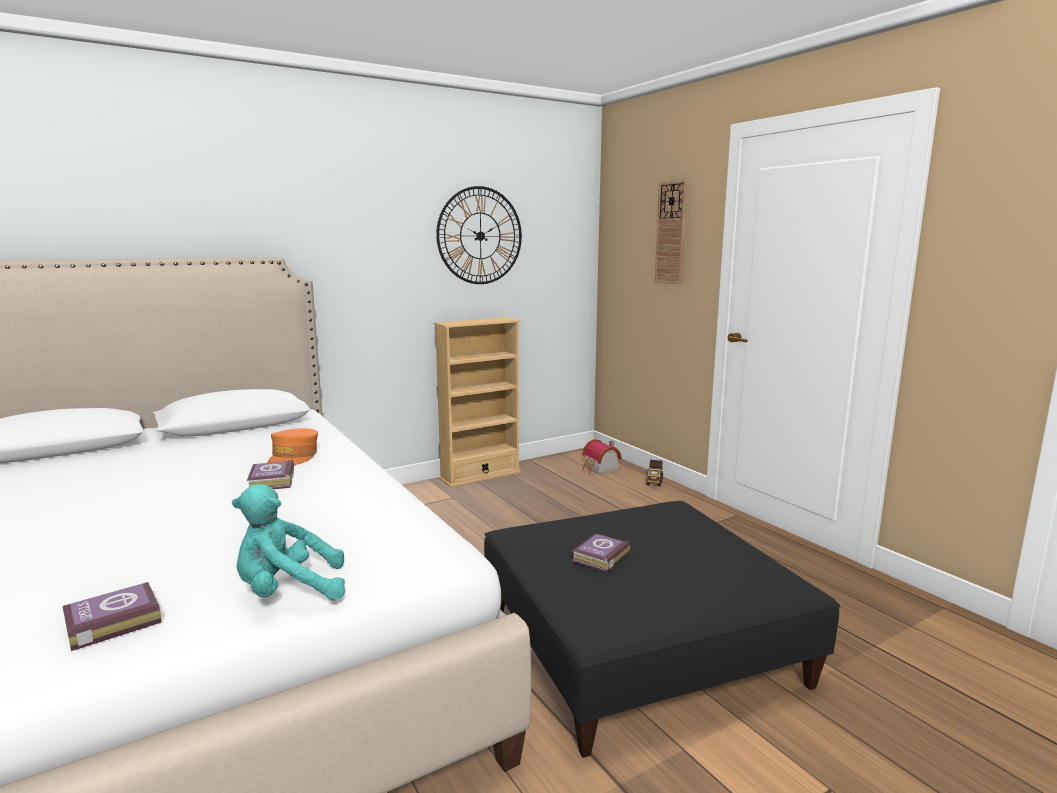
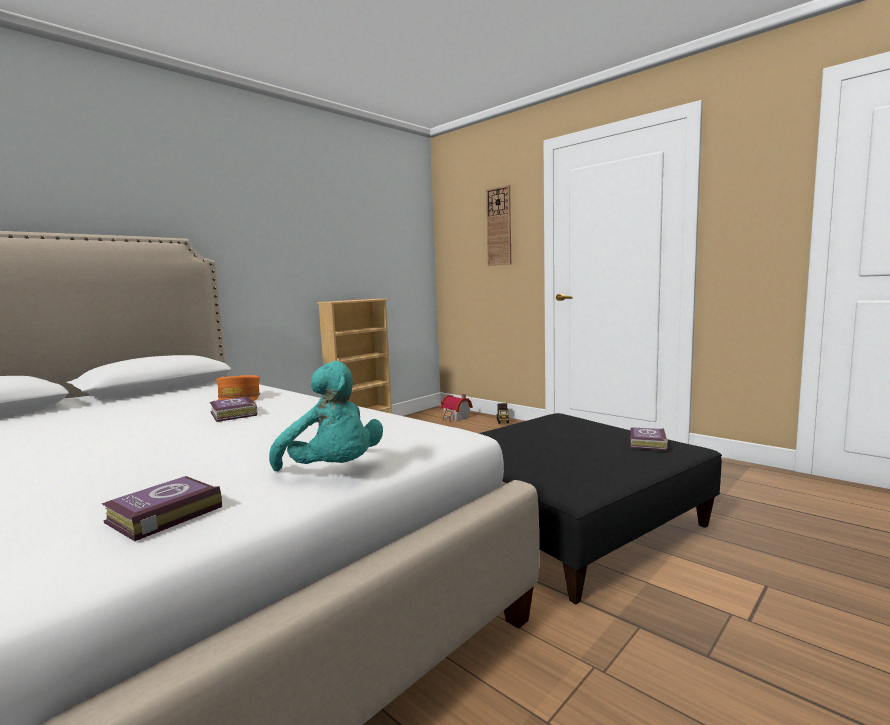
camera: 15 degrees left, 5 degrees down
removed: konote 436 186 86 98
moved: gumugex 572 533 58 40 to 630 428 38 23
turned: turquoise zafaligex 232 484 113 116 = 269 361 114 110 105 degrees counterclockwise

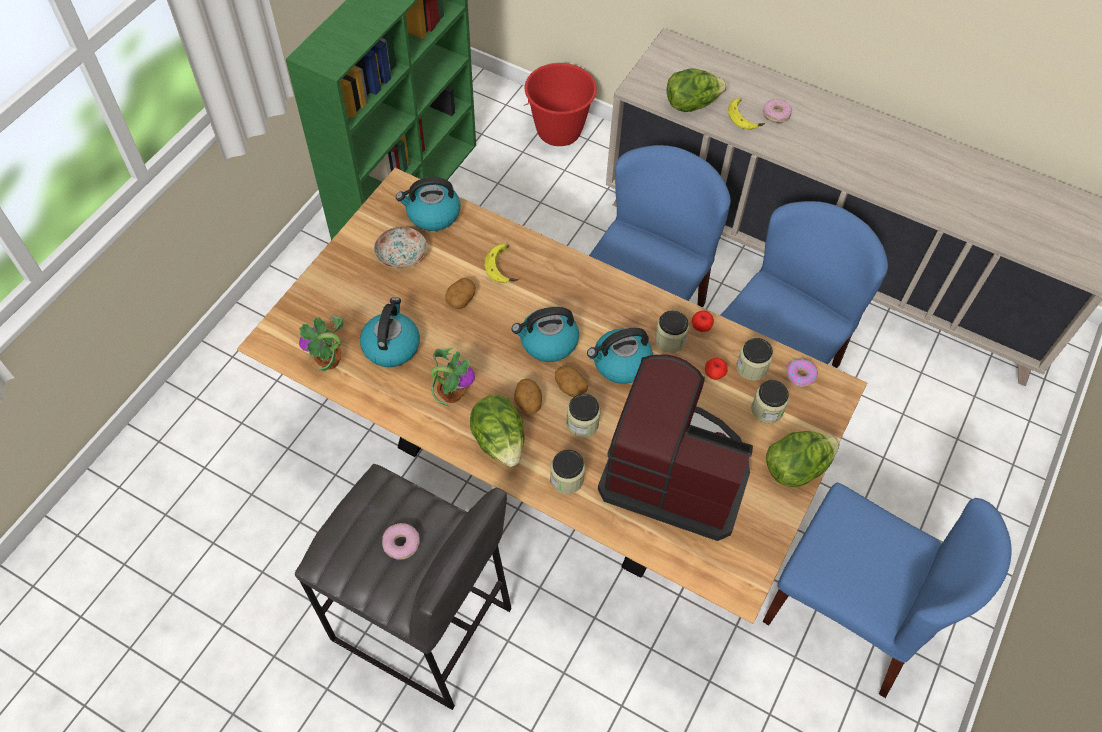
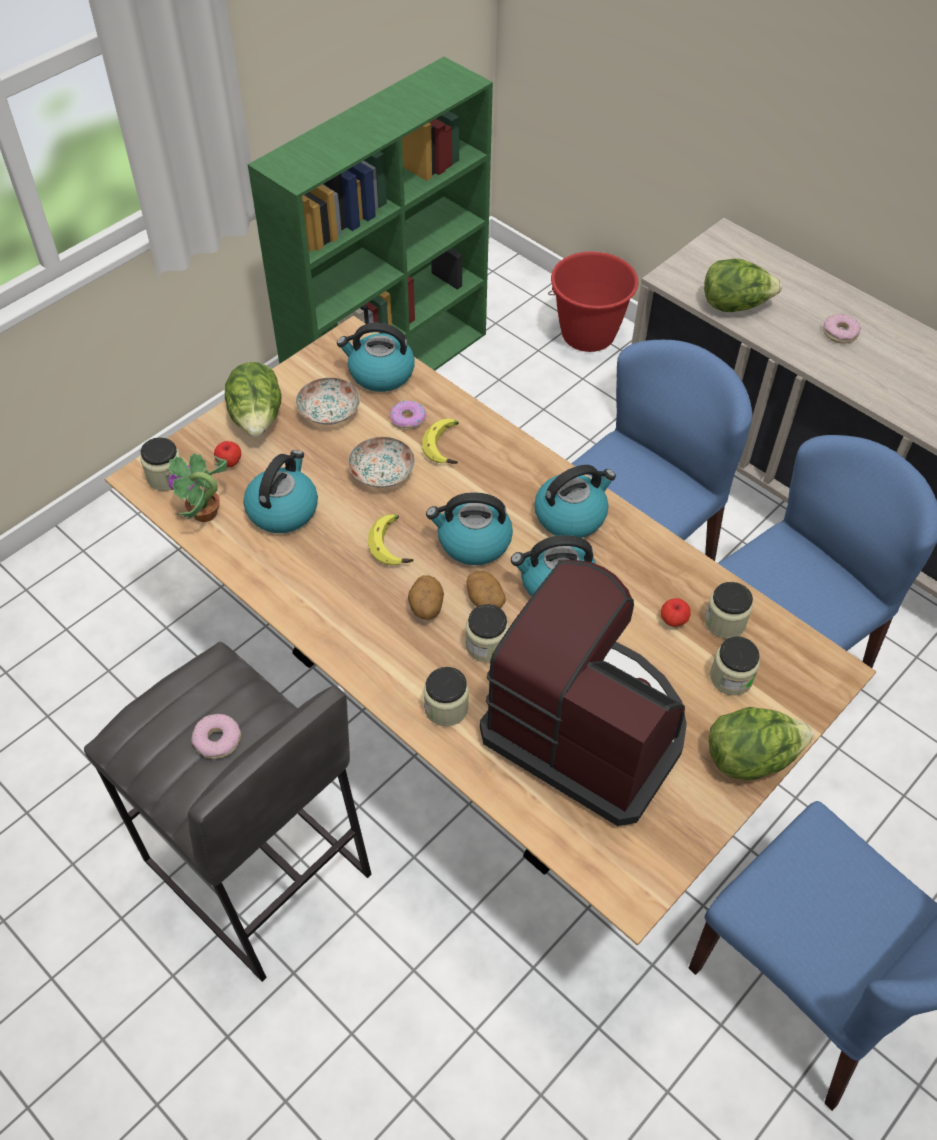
camera: 15 degrees right, 5 degrees down
removed: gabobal 430 348 45 58
added: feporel 534 465 82 73
moved: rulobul 470 395 55 72 to 225 362 57 75; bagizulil 655 310 34 43 to 141 437 40 54; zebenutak 692 311 22 21 to 214 441 27 26; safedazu 728 98 37 31 to 368 514 46 51; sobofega 786 359 32 28 to 390 401 36 29
replaced: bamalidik 445 278 31 31 to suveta 348 437 67 51

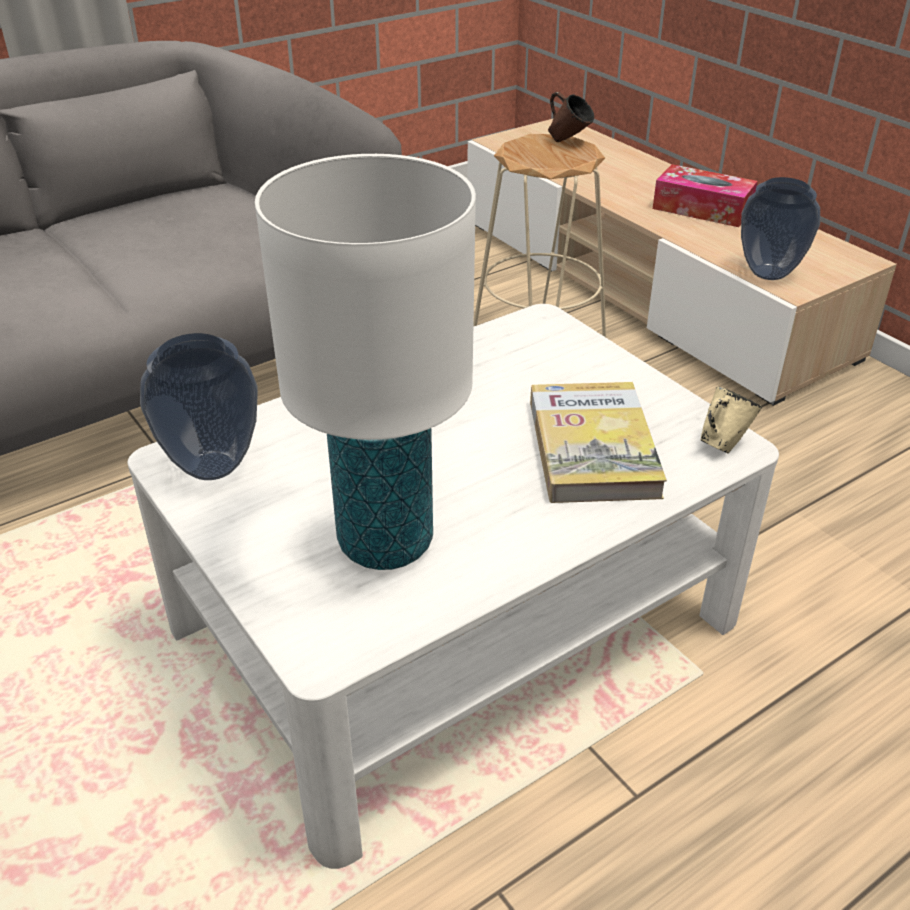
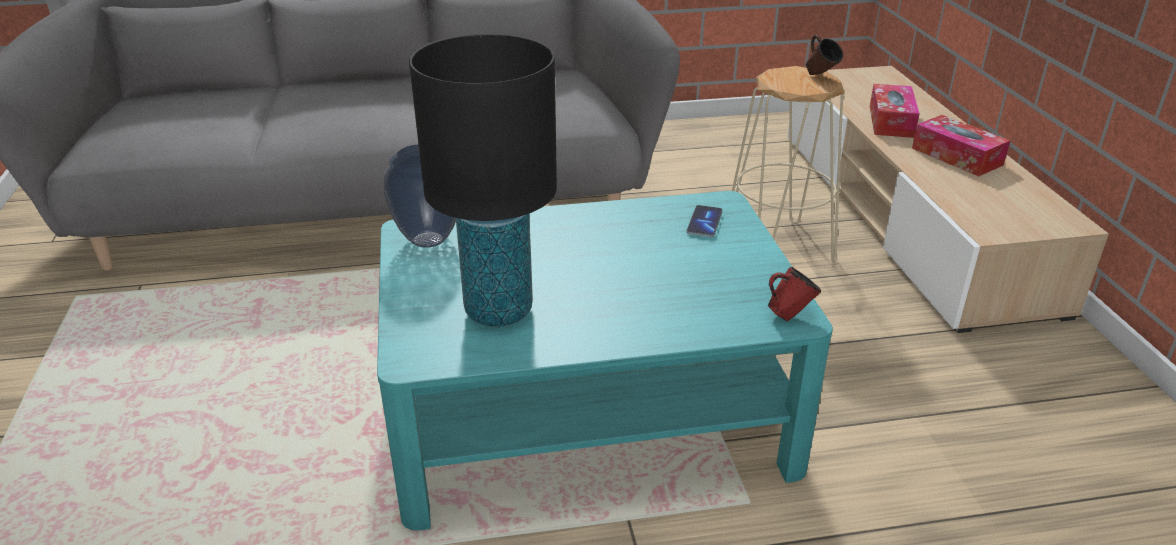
camera: 25 degrees right, 5 degrees down
removed: gumugex 530 382 137 121; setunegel 741 177 79 103
added: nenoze 687 205 36 32; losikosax 870 84 50 54
recoloured: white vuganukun 128 304 651 565 to turquoise vuganukun 377 191 456 339; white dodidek 255 154 221 416 to black dodidek 409 34 148 293; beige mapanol 700 387 62 67 to red mapanol 768 267 53 55

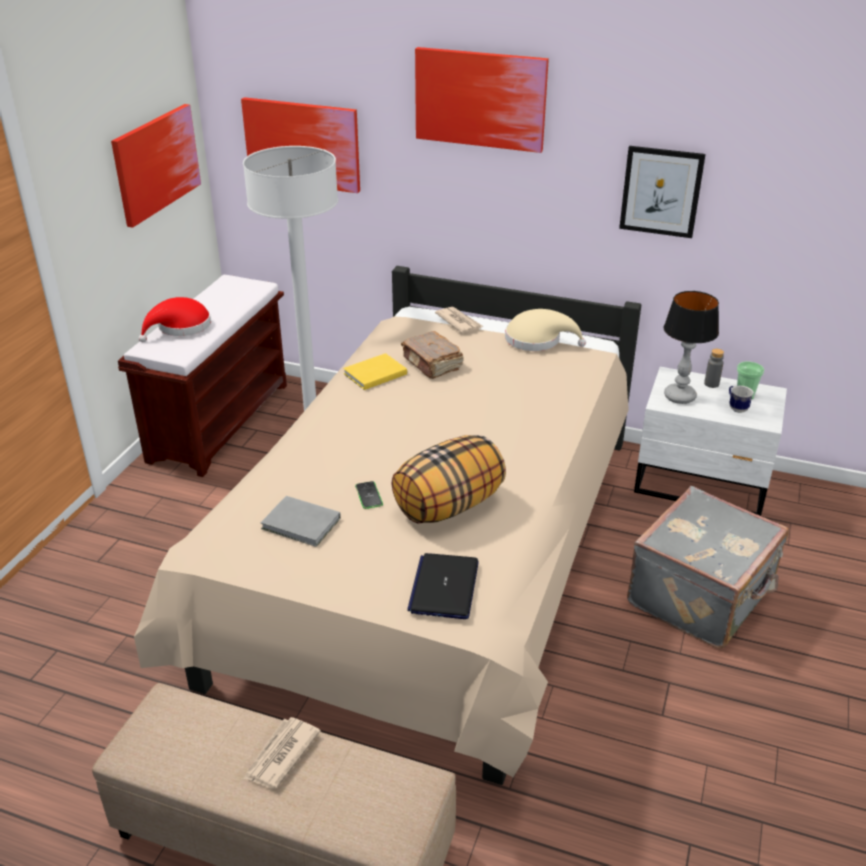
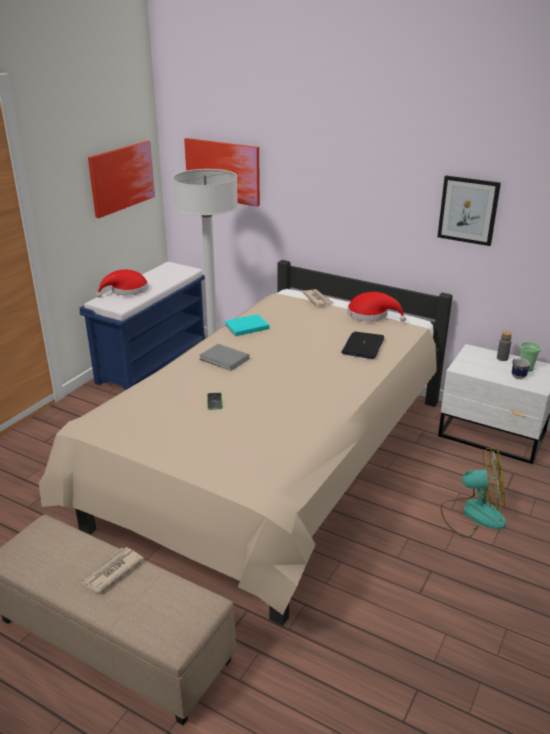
camera: 10 degrees right, 5 degrees down
removed: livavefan 392 435 114 89; brown gumugex 401 331 63 48; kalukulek 415 47 134 106; dodidek 664 291 55 113
moved: grey gumugex 261 496 80 51 to 199 344 50 27; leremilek 407 553 72 66 to 341 332 43 27
replaced: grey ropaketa 627 486 162 163 to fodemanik 440 447 66 91
recoloured: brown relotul 118 275 169 202 to blue relotul 79 262 126 128; yellow gumugex 343 353 64 37 to turquoise gumugex 225 314 44 22; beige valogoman 505 309 81 42 to red valogoman 347 292 59 30

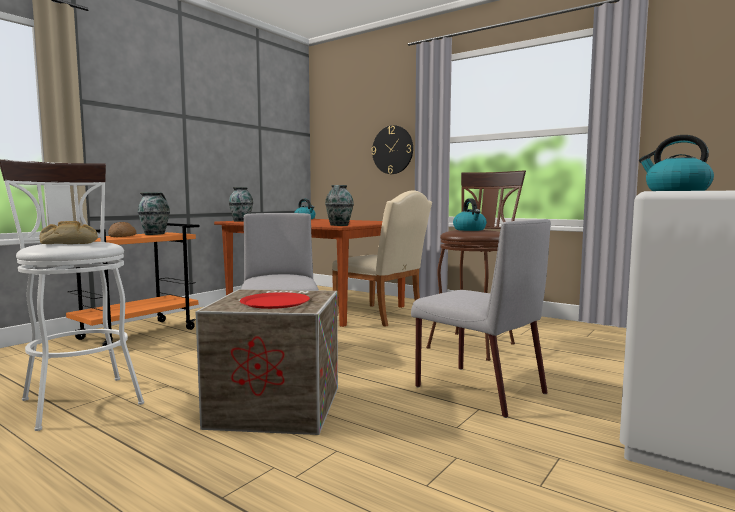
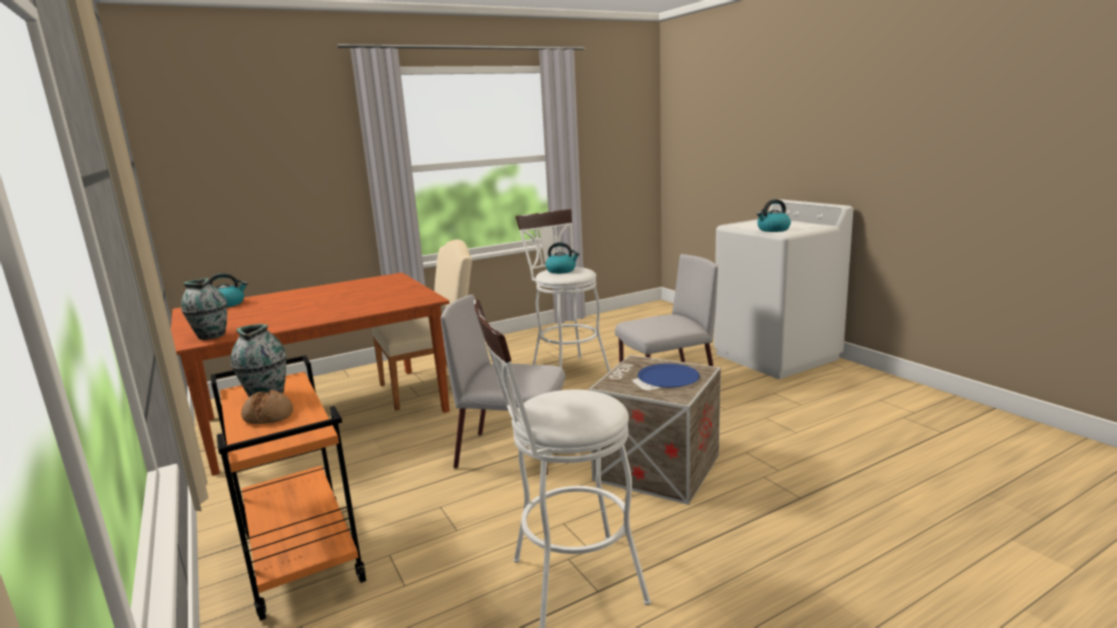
camera: 65 degrees left, 10 degrees up
removed: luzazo 39 221 59 23; setunegel 325 185 29 41; konote 372 125 41 49
recoloured: red suveta 240 292 70 17 to blue suveta 638 364 62 24; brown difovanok 426 170 100 191 to white difovanok 516 209 94 163

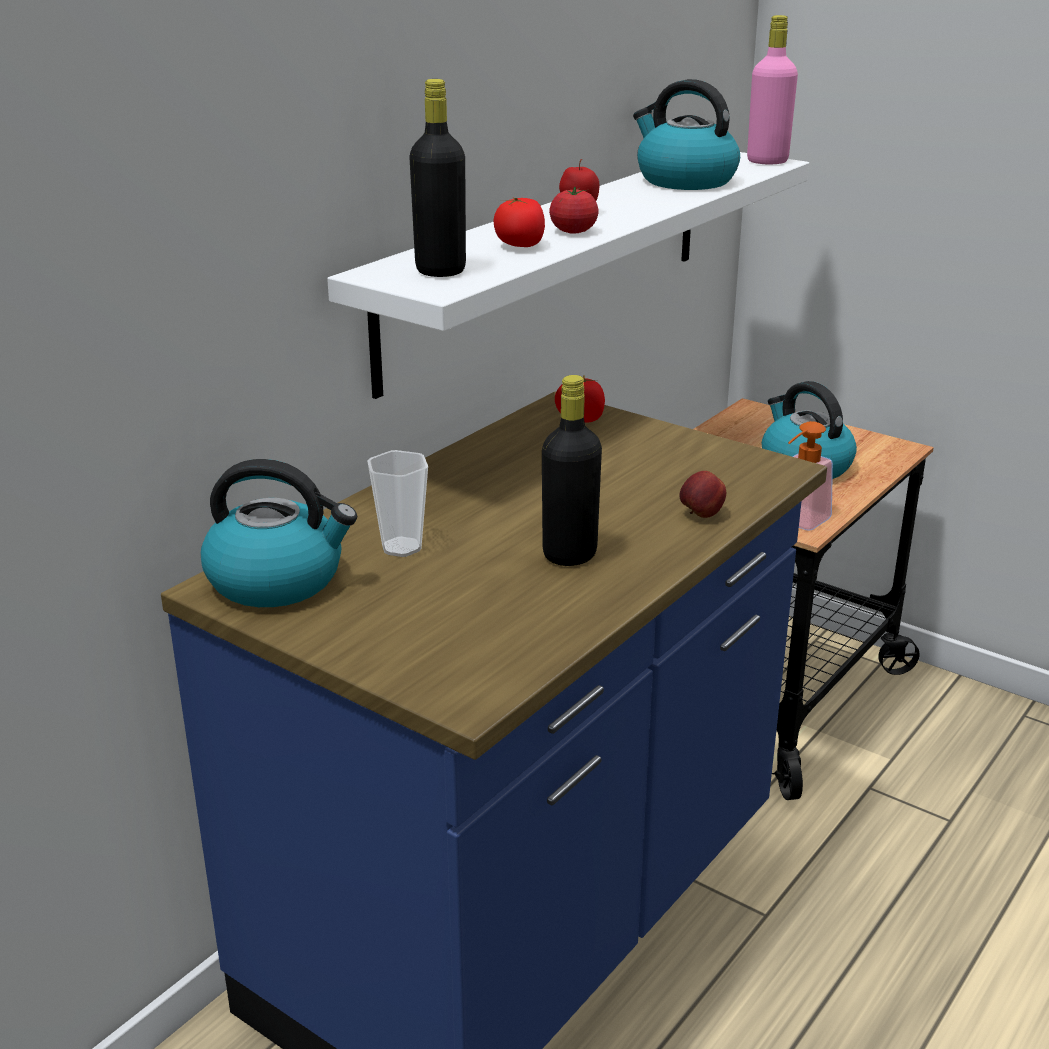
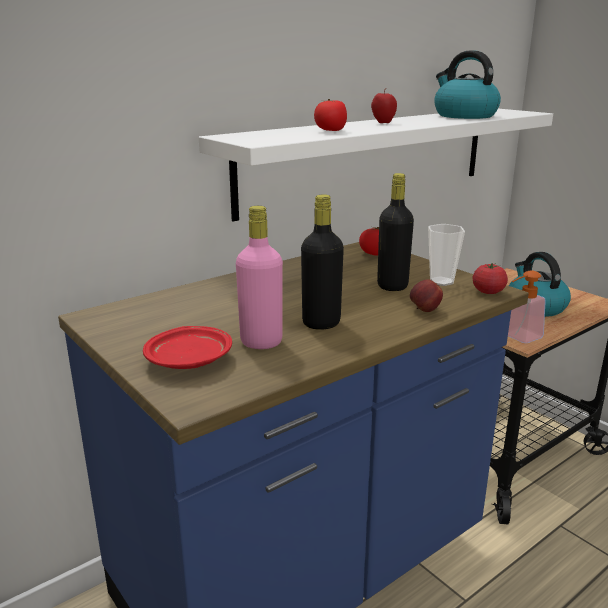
camera: 15 degrees right, 5 degrees down
removed: feporel 201 459 156 148
added: red suveta 143 326 89 43
moved: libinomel 367 450 61 107 to 428 224 37 62; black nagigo 409 79 57 198 to 377 173 37 118; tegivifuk 549 187 50 47 to 472 263 36 31; pink nagigo 747 15 51 149 to 236 206 47 143

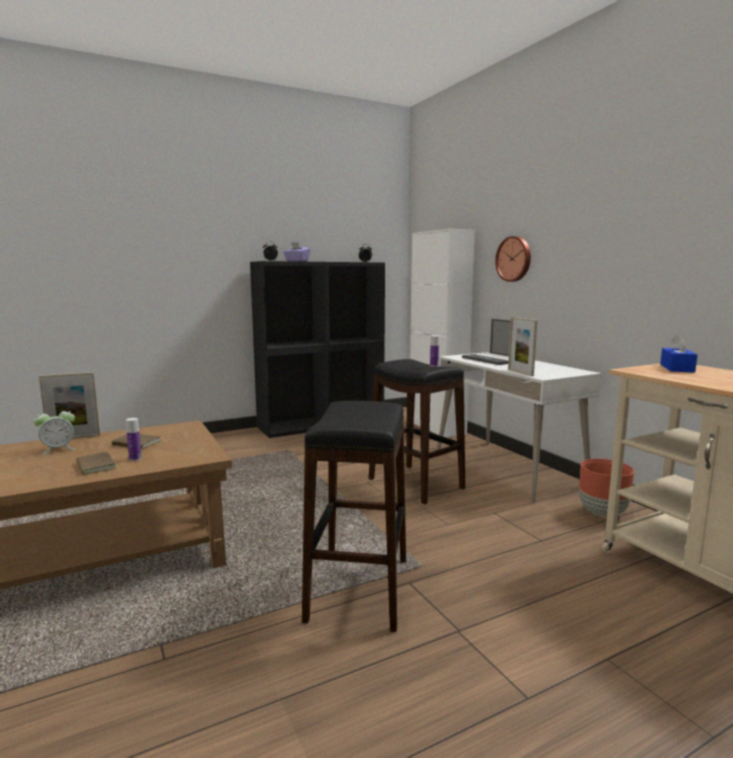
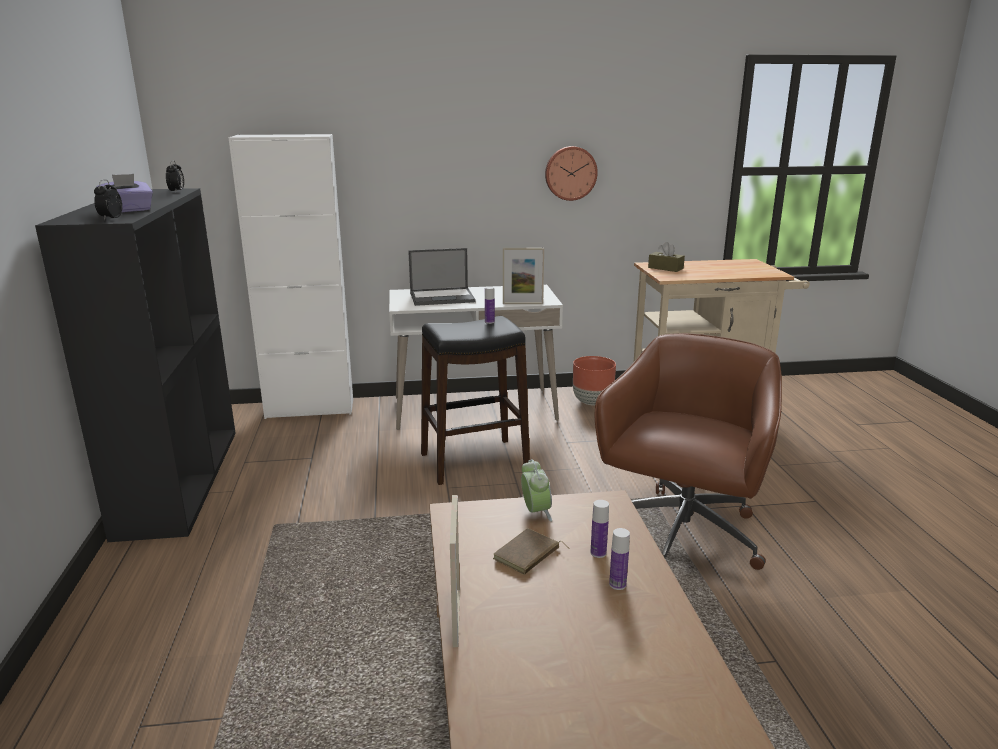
camera: 70 degrees left, 10 degrees up
moved: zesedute 34 407 41 48 to 521 459 31 63; konote 495 236 36 46 to 545 146 53 55
replaced: brown gumugex 71 451 45 24 to nagigo 609 528 21 62; black difovanok 302 401 104 231 to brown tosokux 595 333 187 237
recoloured: blue losikosax 660 334 37 39 to brown losikosax 648 242 37 30

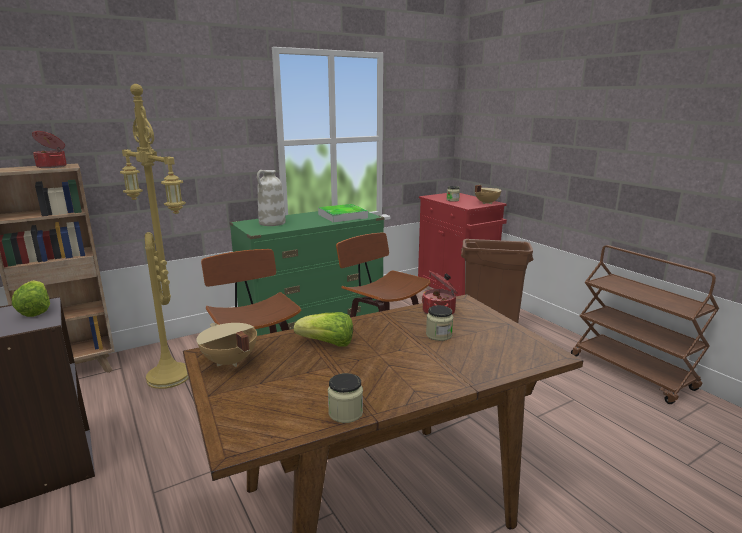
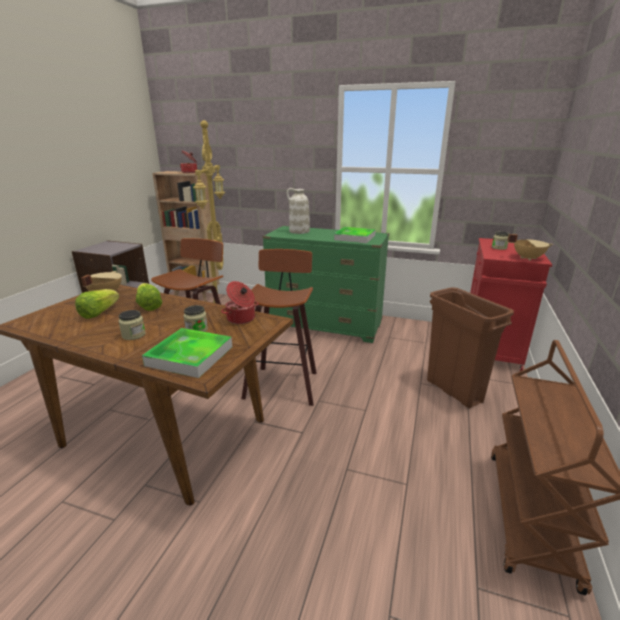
camera: 50 degrees right, 5 degrees up
added: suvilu 142 328 90 50
moved: rulobul 12 280 38 37 to 75 289 44 30; bagizulil 328 373 35 50 to 118 310 28 30

